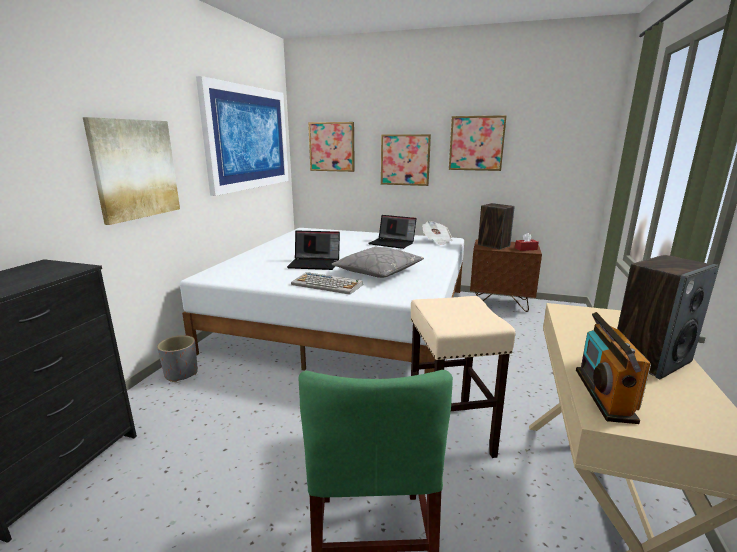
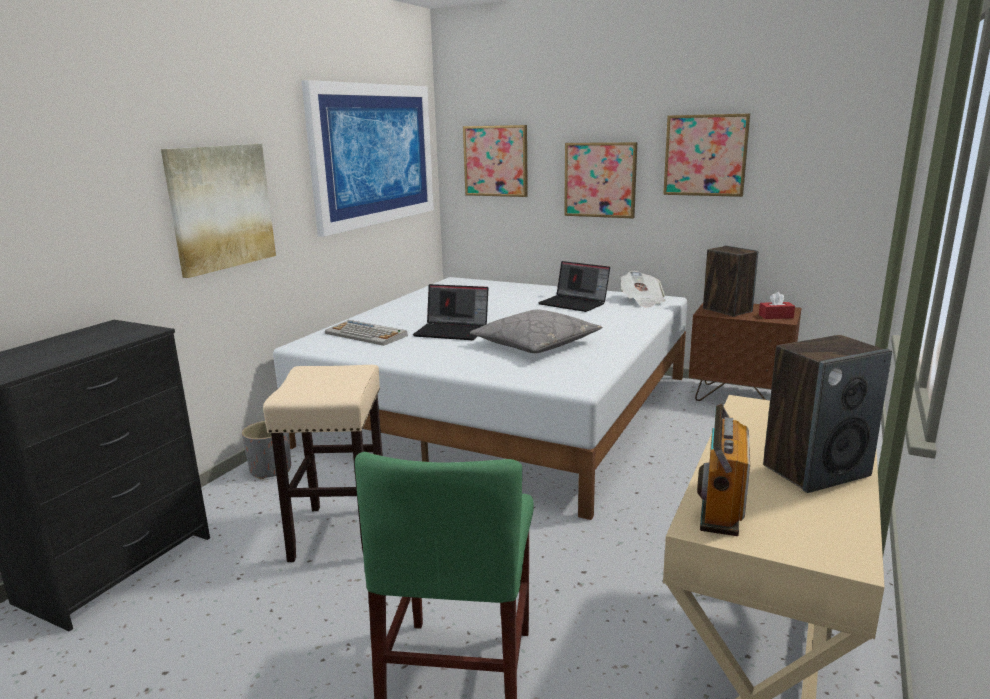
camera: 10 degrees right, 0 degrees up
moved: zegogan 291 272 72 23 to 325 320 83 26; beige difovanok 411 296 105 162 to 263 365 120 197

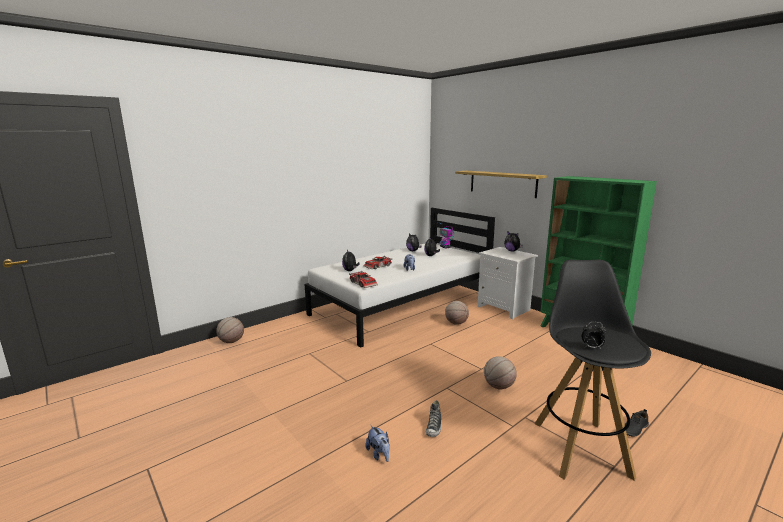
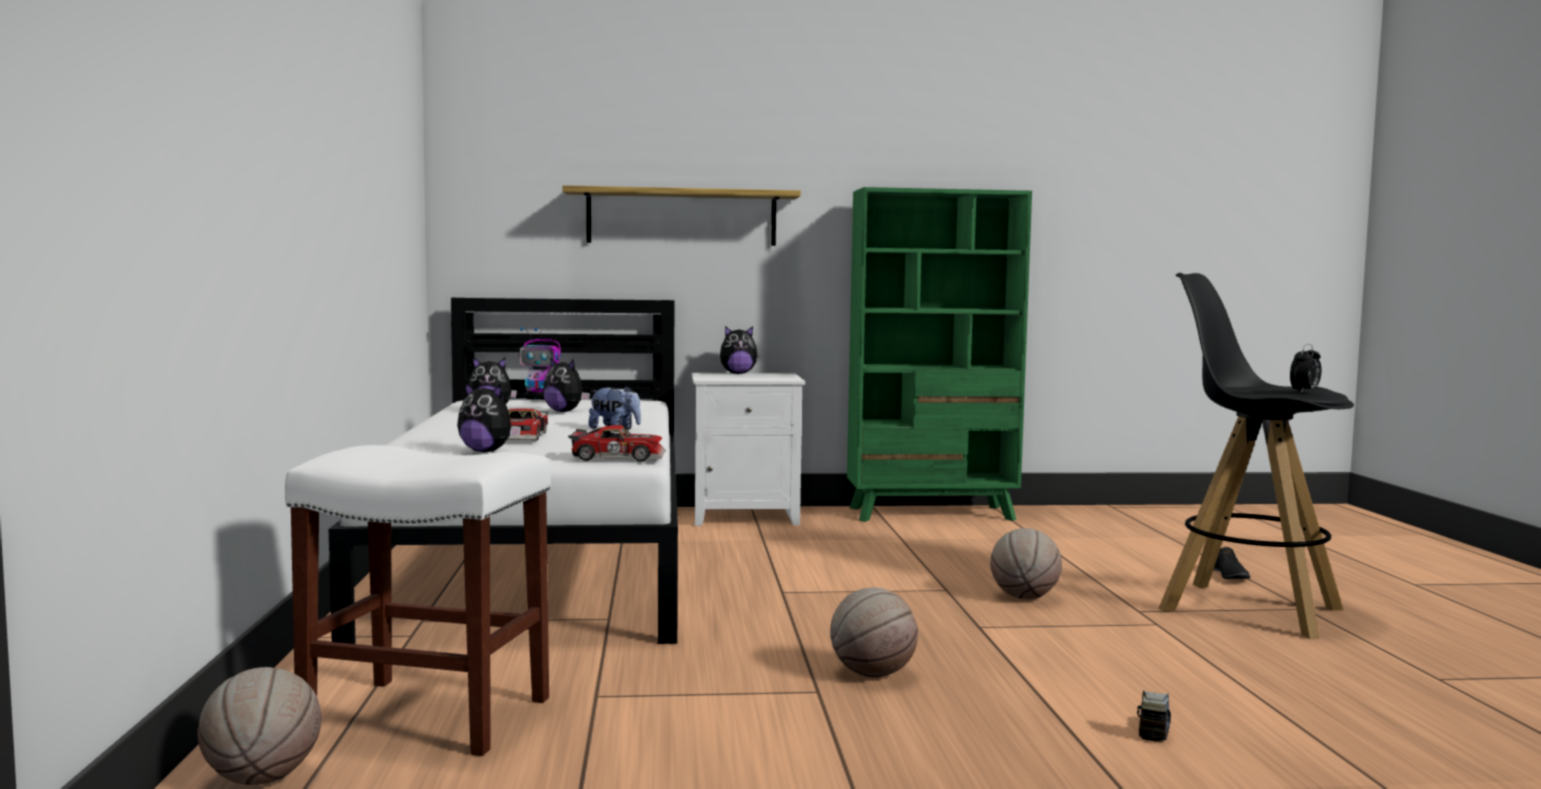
camera: 55 degrees left, 10 degrees down
removed: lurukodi 426 400 16 37
added: white difovanok 285 445 266 311
moved: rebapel 445 301 24 24 to 830 587 88 91
replaced: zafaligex 365 425 25 37 to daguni 1137 690 34 52

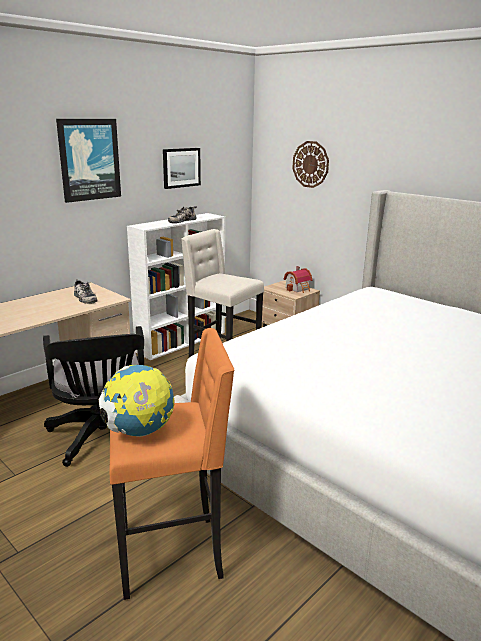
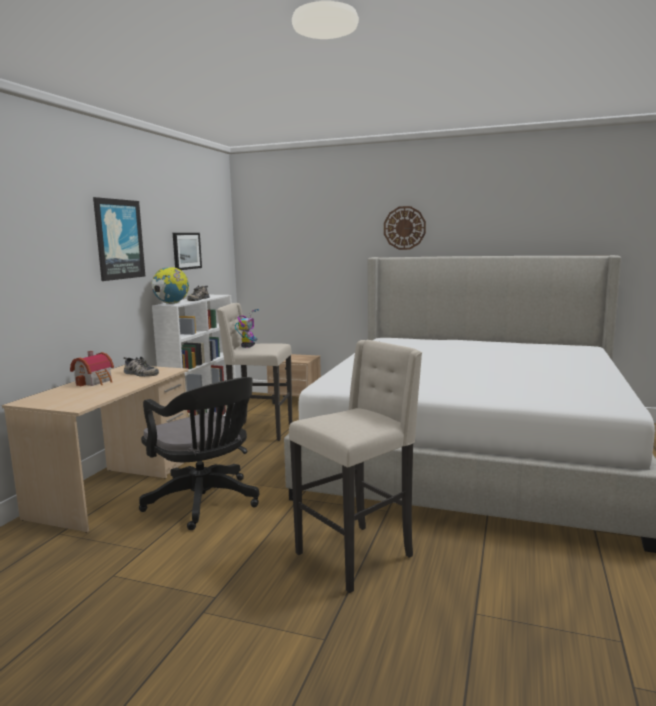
camera: 25 degrees left, 10 degrees down
added: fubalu 235 309 24 39
moved: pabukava 99 365 76 72 to 151 267 38 37; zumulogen 284 266 28 27 to 70 351 44 35; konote 292 141 37 47 to 384 206 42 44
recoloured: orange difovanok 110 328 125 272 to beige difovanok 289 340 133 253

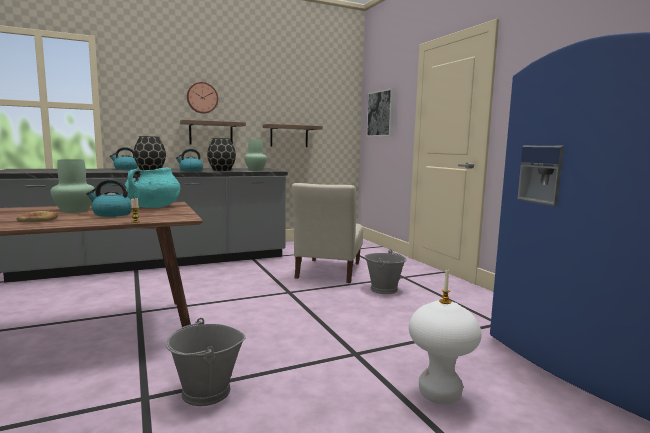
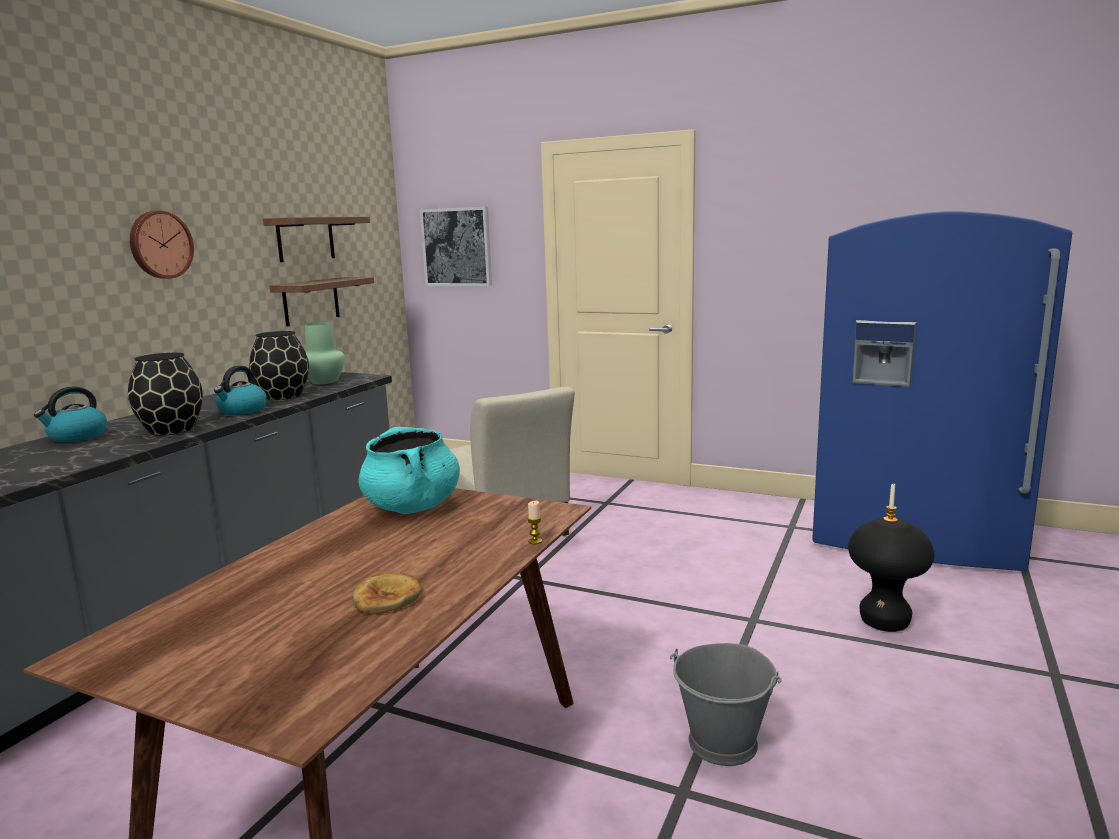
camera: 40 degrees left, 5 degrees up
removed: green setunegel 51 159 44 54; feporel 86 179 45 38; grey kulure 365 249 42 45
moved: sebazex 180 120 66 25 to 263 217 107 45
recoloured: white difovanok 409 300 73 105 to black difovanok 848 517 86 115

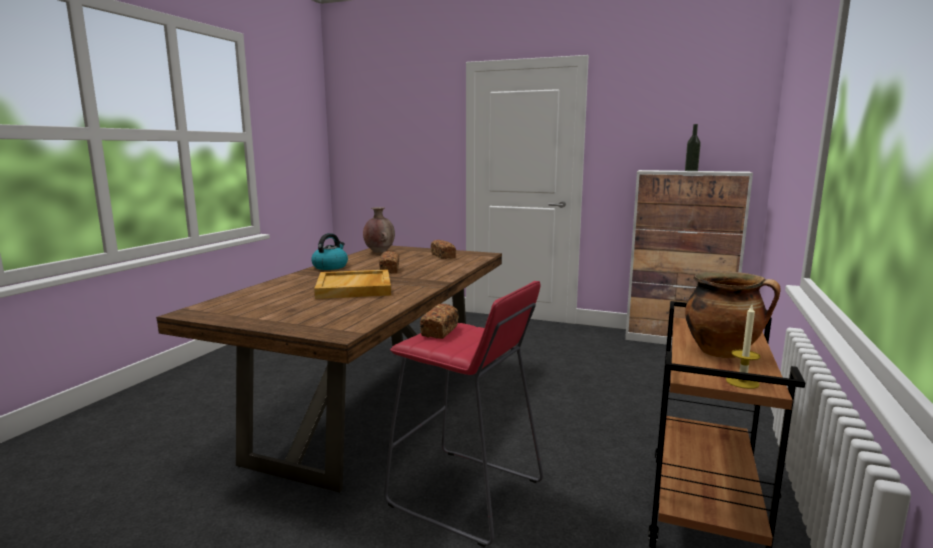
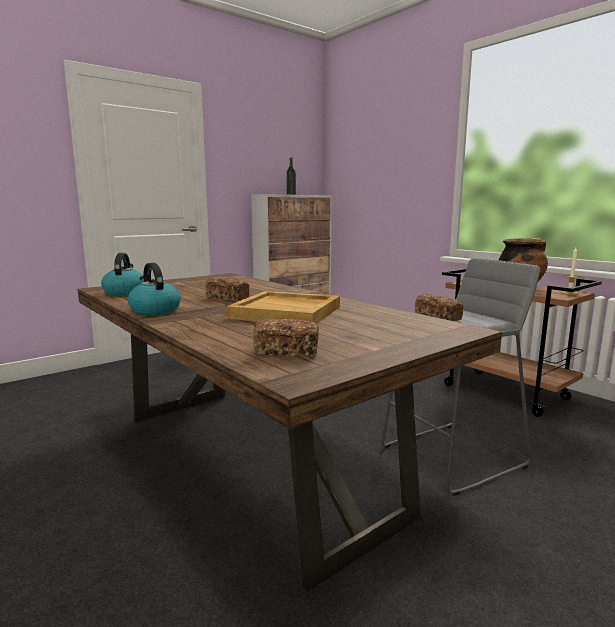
camera: 60 degrees left, 0 degrees up
moved: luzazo 431 240 25 19 to 253 319 66 38
replaced: brown setunegel 363 207 32 46 to feporel 101 253 42 43
recoloured: red difovanok 384 281 159 266 to grey difovanok 381 258 159 238

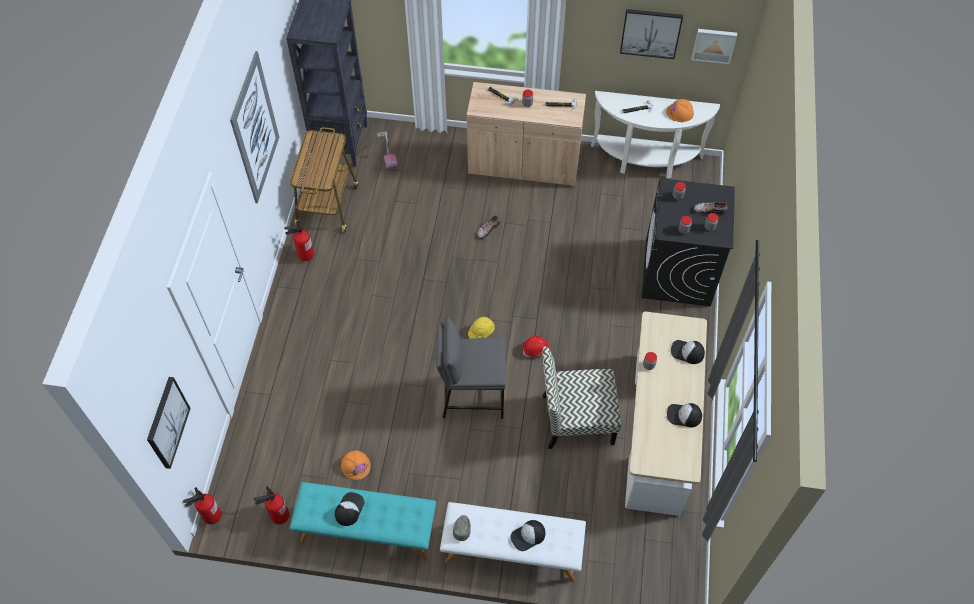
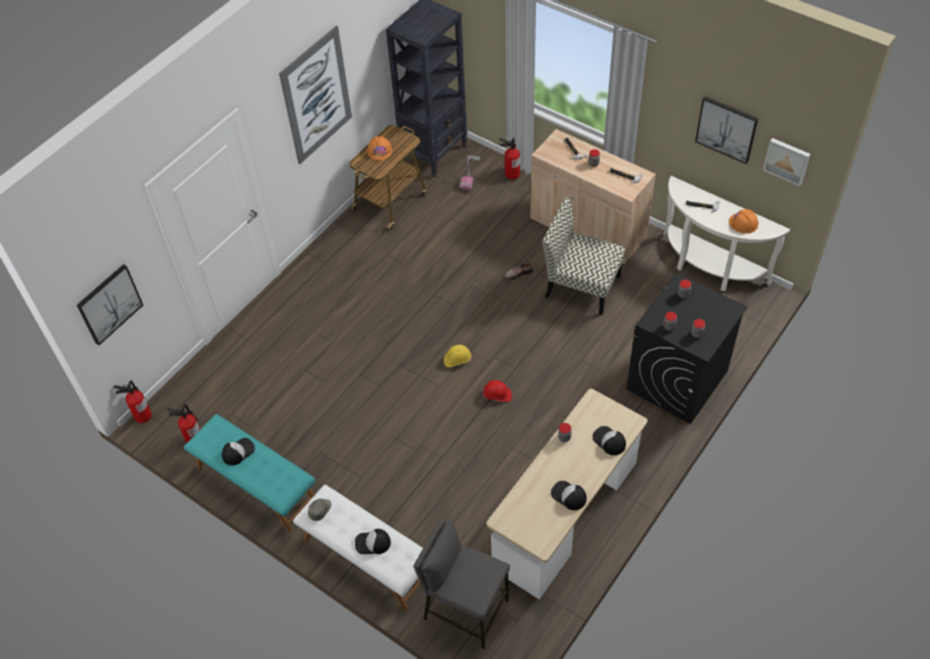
camera: 30 degrees right, 5 degrees down
removed: lurukodi 694 202 33 12
moved: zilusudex 284 221 30 40 to 499 138 21 42; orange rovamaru 341 450 30 30 to 367 136 25 25; grey difovanok 436 318 70 101 to 413 519 97 130; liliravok 542 346 80 103 to 542 197 83 118

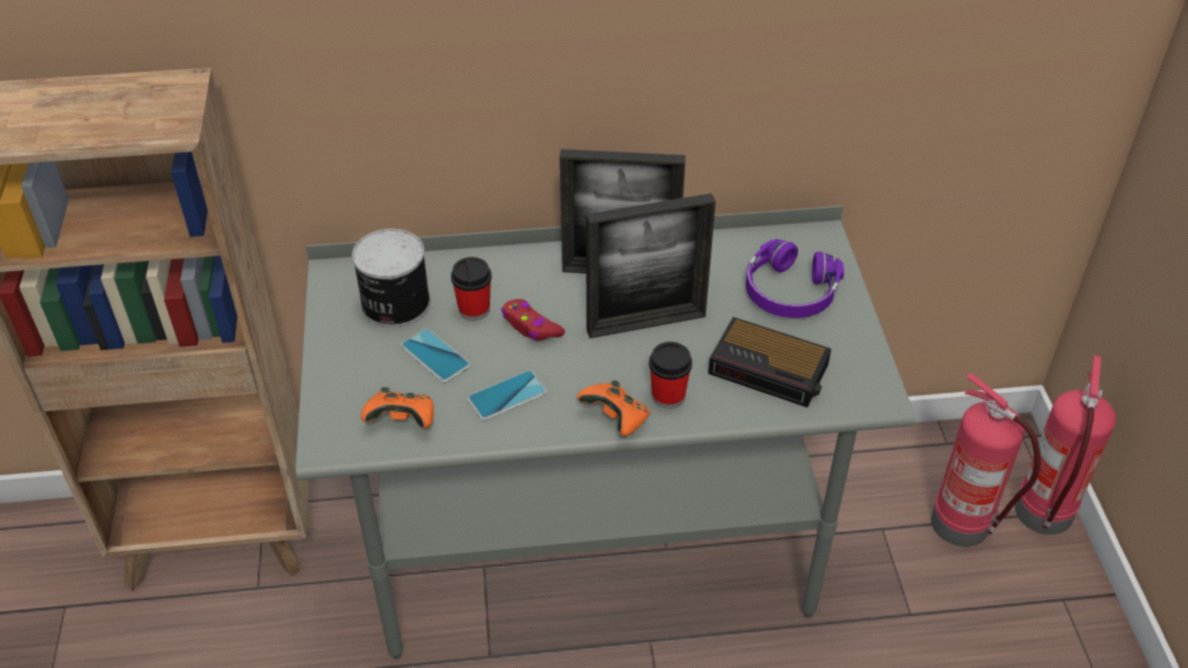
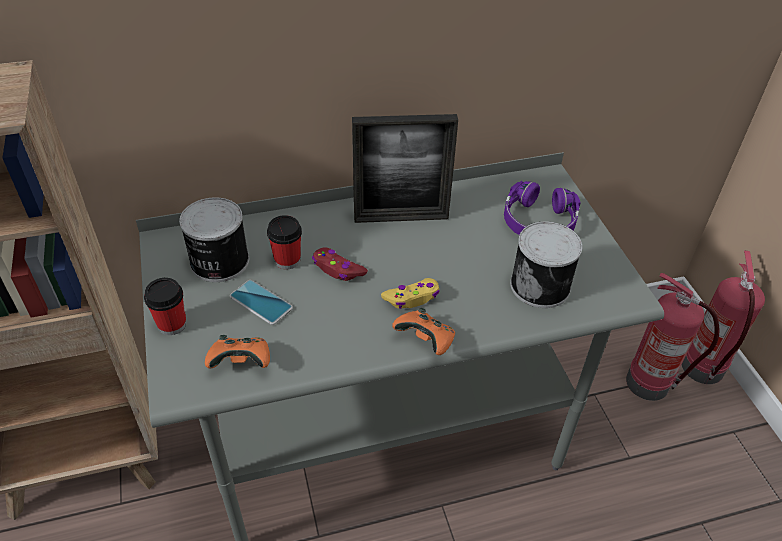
camera: 10 degrees left, 0 degrees up
removed: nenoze 467 370 80 51; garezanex 586 193 130 145
added: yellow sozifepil 381 278 59 31
moved: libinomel 649 342 43 67 to 144 278 42 57
replaced: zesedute 708 317 123 91 to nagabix 510 221 72 87

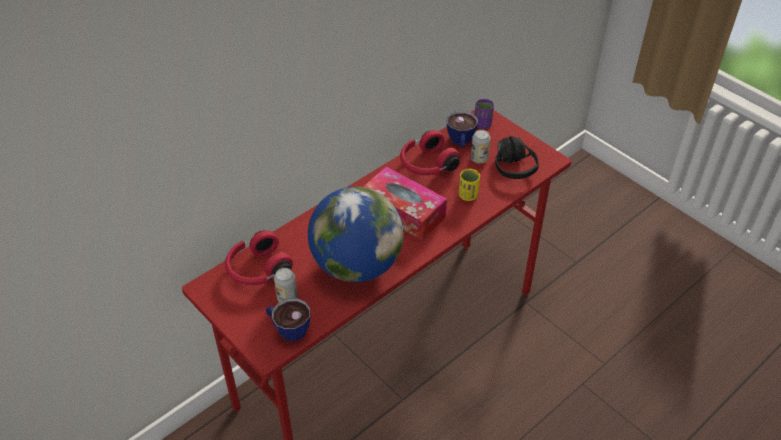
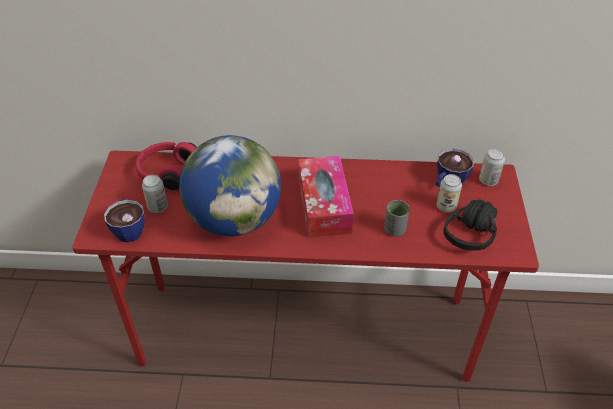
camera: 45 degrees right, 0 degrees up
removed: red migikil 400 130 60 46
replaced: purple libinomel 475 99 19 30 to nagabix 479 149 26 37
recoloured: yellow libinomel 459 169 21 32 to grey libinomel 384 200 26 36

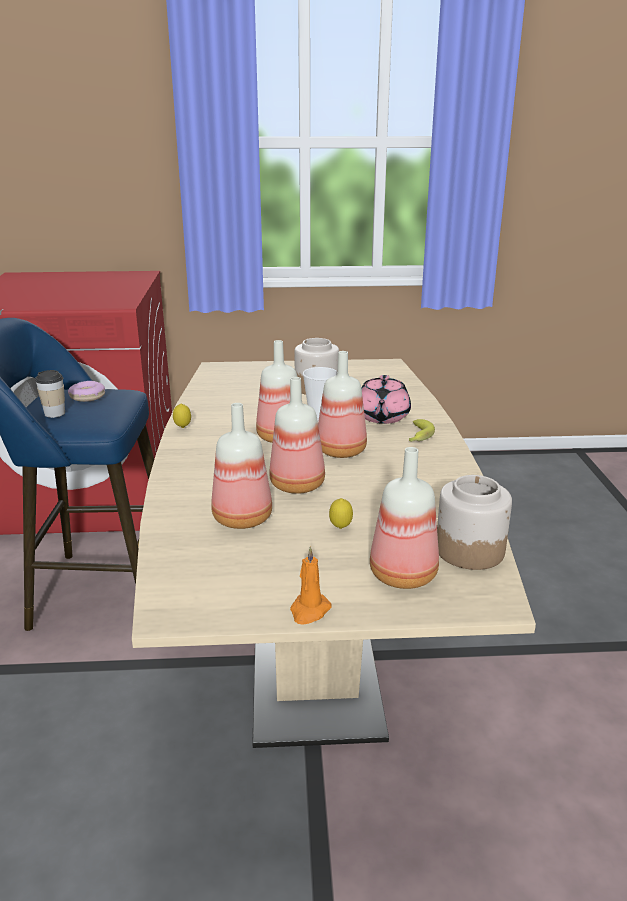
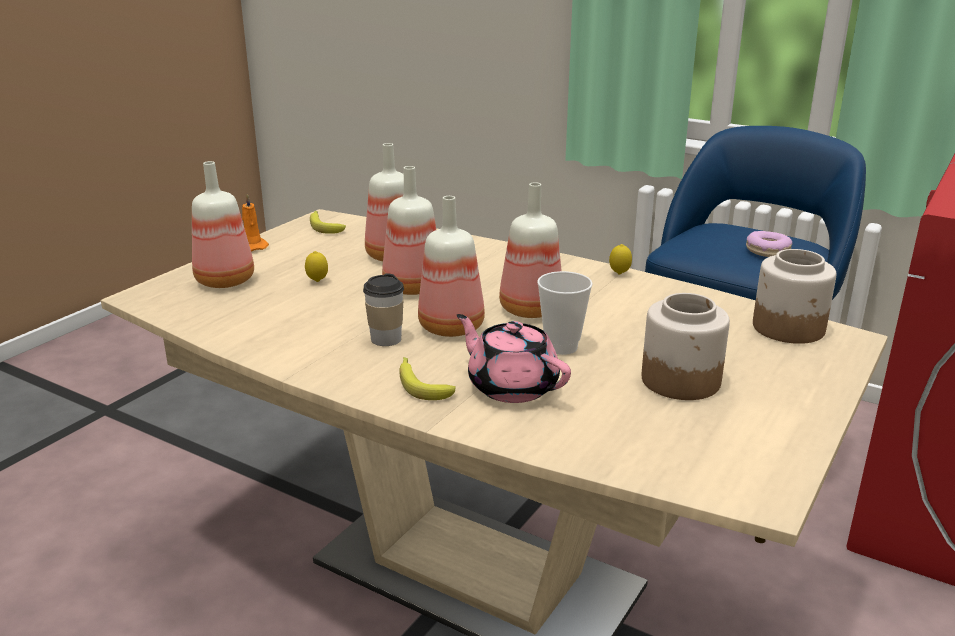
camera: 125 degrees right, 0 degrees up
added: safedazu 310 211 36 23
moved: libinomel 35 370 30 48 to 363 273 41 73; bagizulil 437 475 75 95 to 753 249 83 95

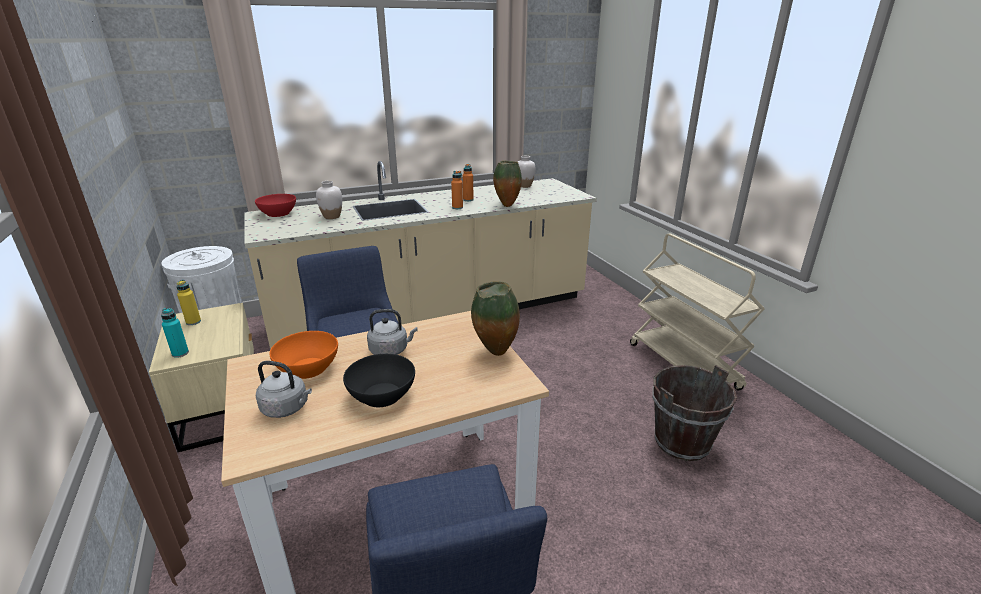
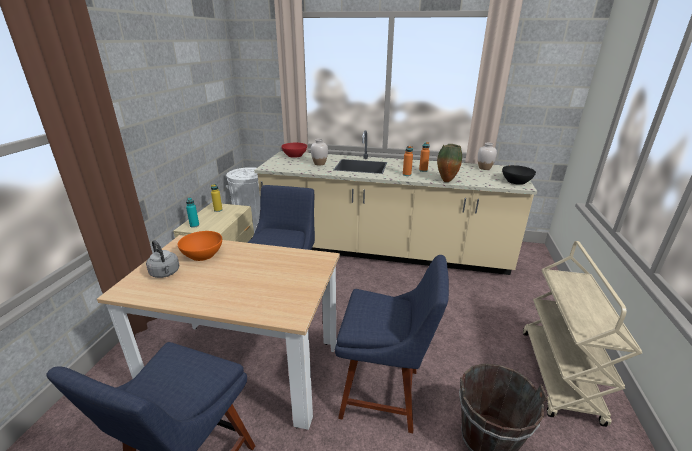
camera: 35 degrees right, 0 degrees up
removed: grey feporel 367 309 51 46; setunegel 471 281 49 75
added: blue liliravok 335 255 114 178
moved: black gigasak 343 354 72 53 to 502 165 34 20

